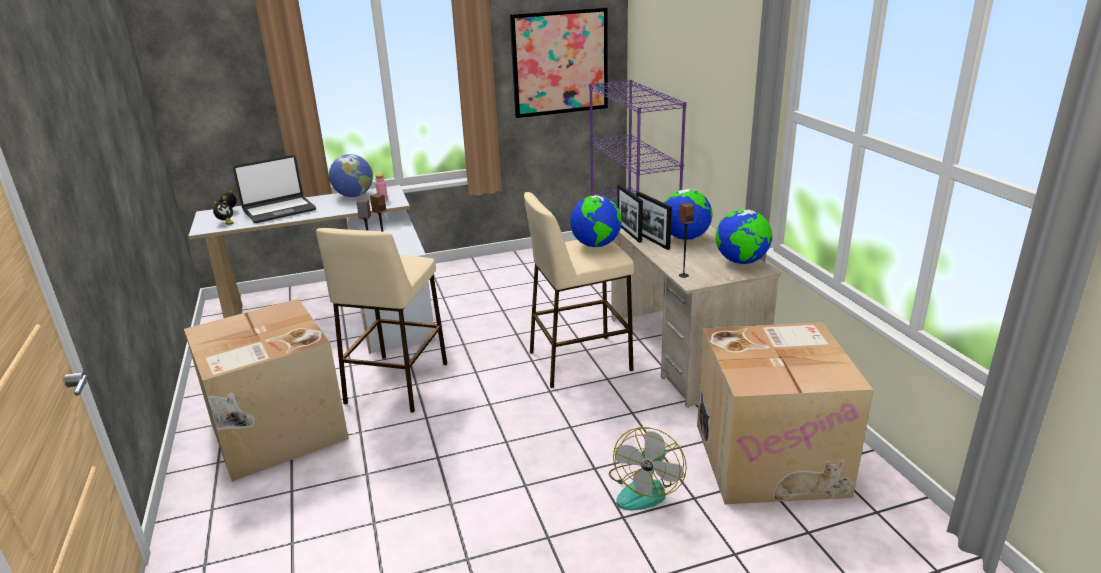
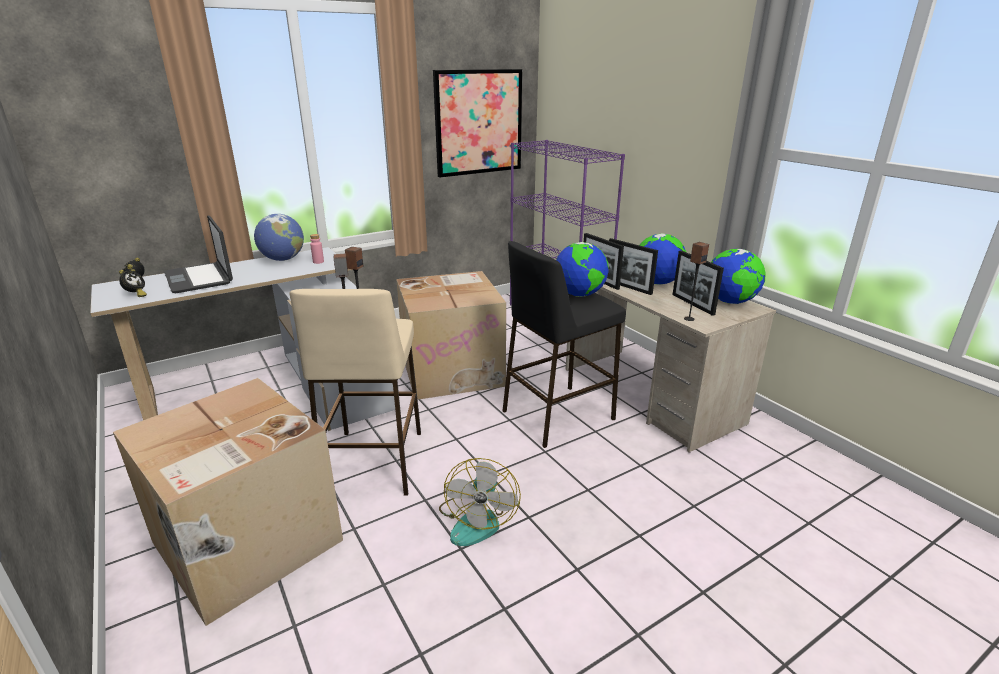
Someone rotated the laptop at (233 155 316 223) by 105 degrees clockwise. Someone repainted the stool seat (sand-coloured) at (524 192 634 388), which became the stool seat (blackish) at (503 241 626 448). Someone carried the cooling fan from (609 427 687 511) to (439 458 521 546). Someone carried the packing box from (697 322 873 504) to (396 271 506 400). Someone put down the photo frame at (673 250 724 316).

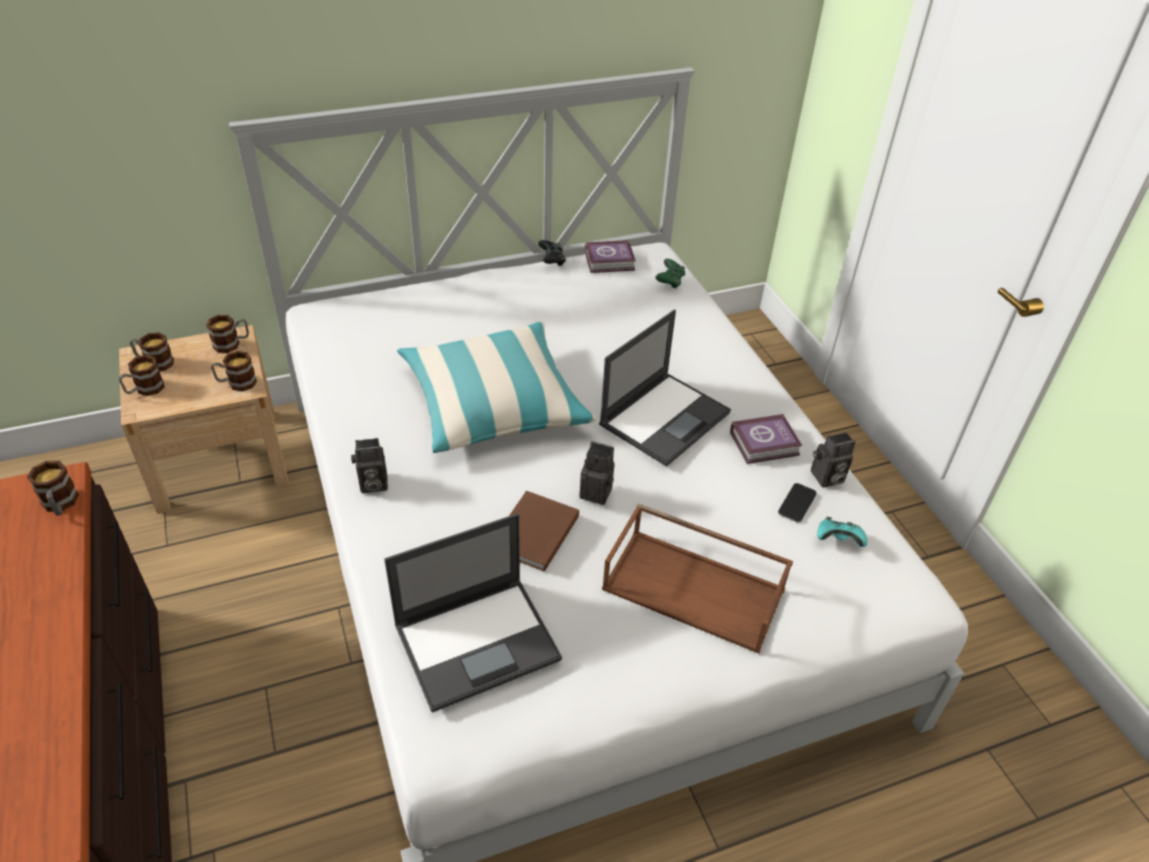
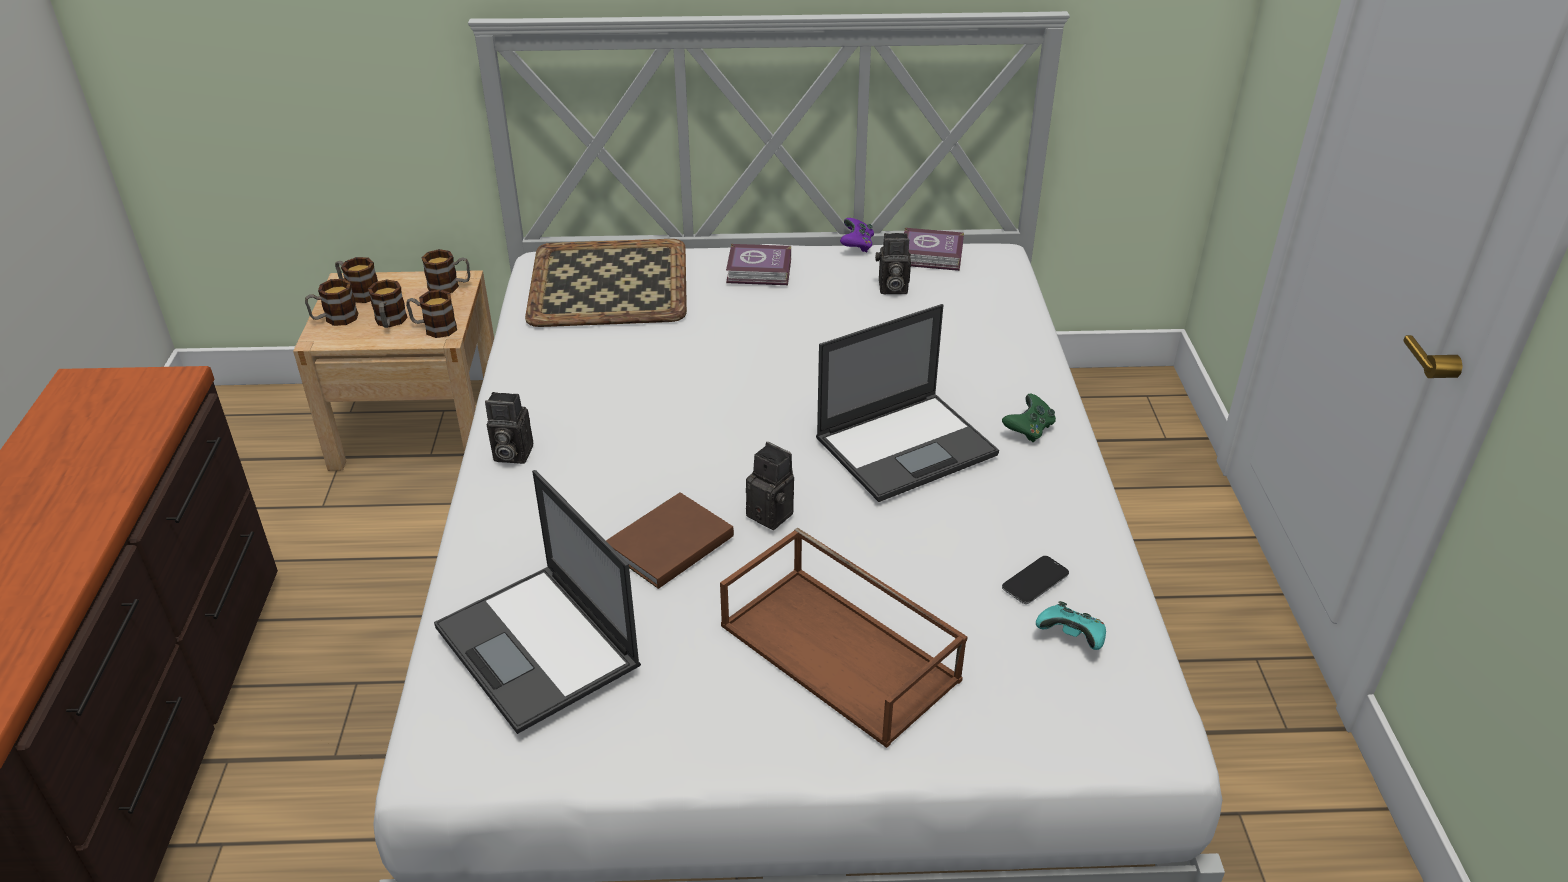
Someone carried the mug from (27 461 79 516) to (368 279 408 328). Someone rotated the laptop at (384 513 562 713) by 60 degrees clockwise. Someone took away the throw pillow at (397 322 597 453). Someone repainted the joypad (blackish) at (538 240 566 266), which became the joypad (purplish) at (840 218 874 253). Someone carried the joypad (greenish) from (655 259 685 289) to (1002 393 1056 442). Someone carried the book from (730 414 802 464) to (726 244 791 285). Someone carried the still camera from (811 432 856 487) to (875 233 911 294). Someone put down the tray at (525 239 687 327).

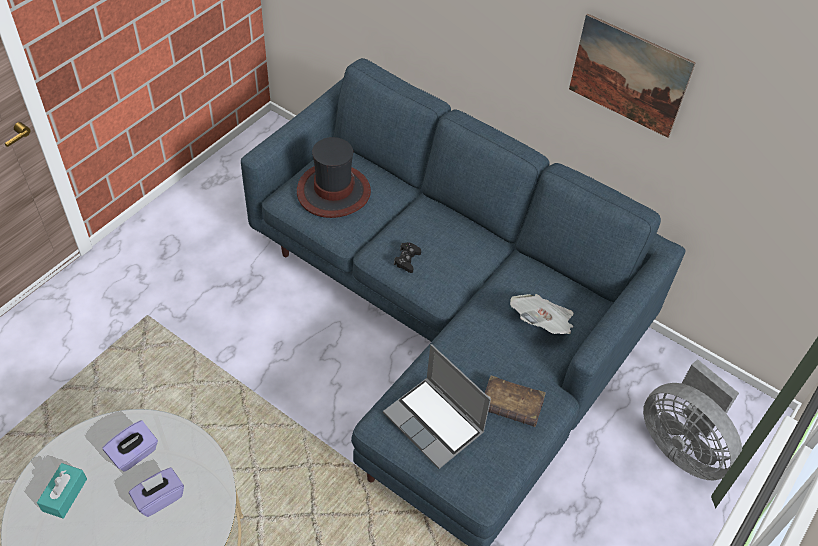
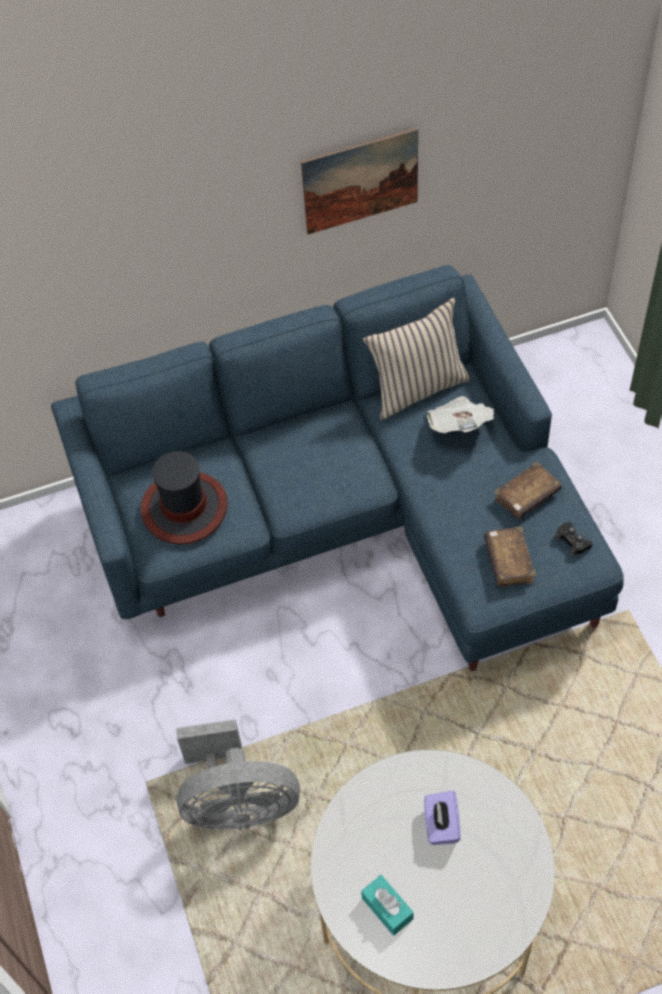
Someone took away the box of tissues (purplish) at (103 420 158 472). Someone swapped the laptop at (383 344 491 469) for the book (brown) at (484 527 536 587). Someone carried the joypad (blackish) from (394 242 421 273) to (555 522 593 556). Someone carried the cooling fan (gray) from (643 359 742 481) to (176 719 300 830). Someone put down the throw pillow (sand-coloured) at (363 297 470 420).

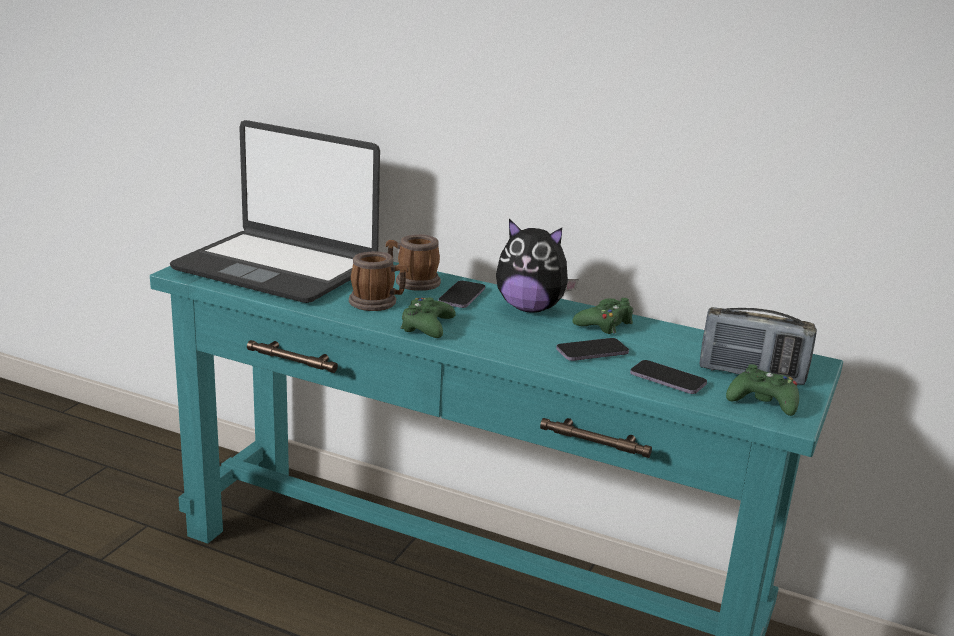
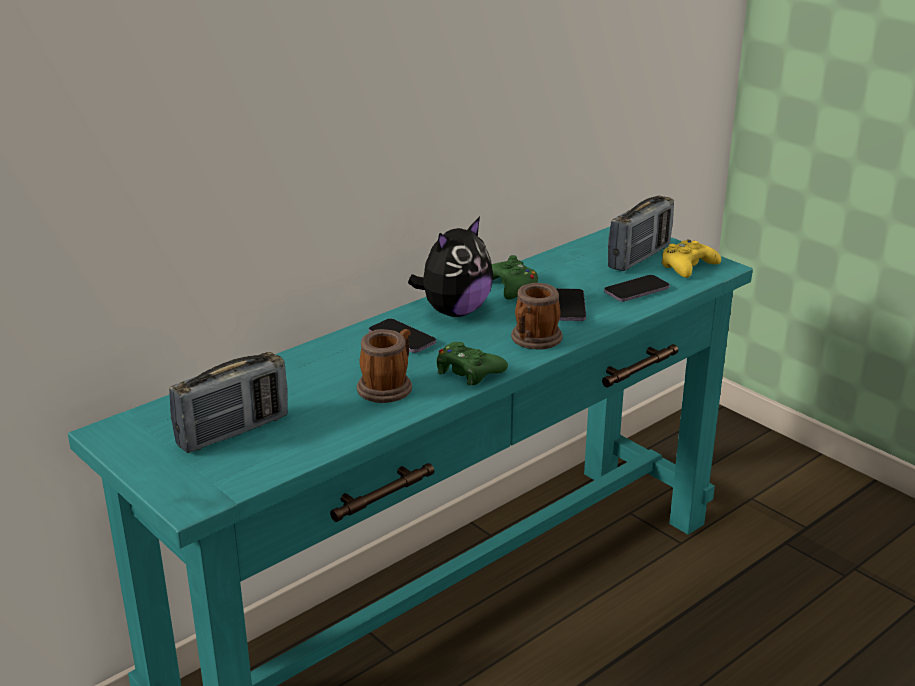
Someone swapped the laptop at (170 120 380 303) for the radio at (169 352 288 453). Someone carried the mug from (386 234 441 291) to (511 283 563 350). Someone repainted the joypad (greenish) at (726 364 799 416), which became the joypad (yellowish) at (662 239 721 278).

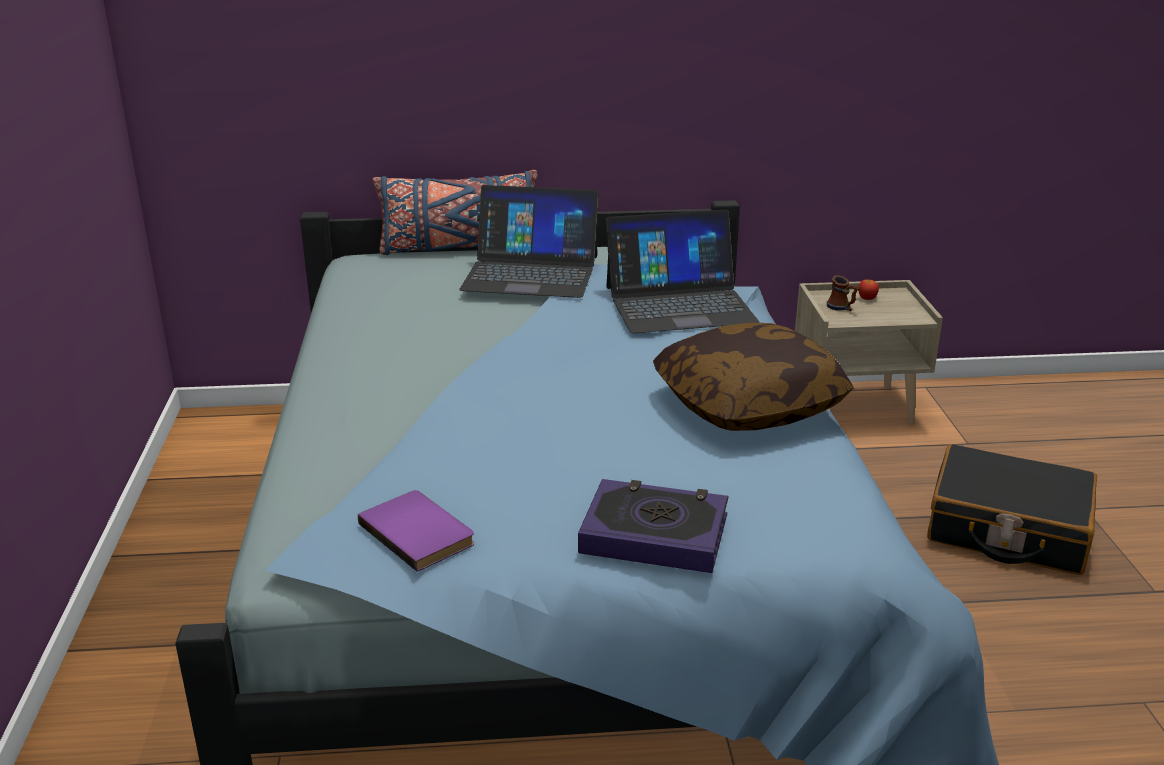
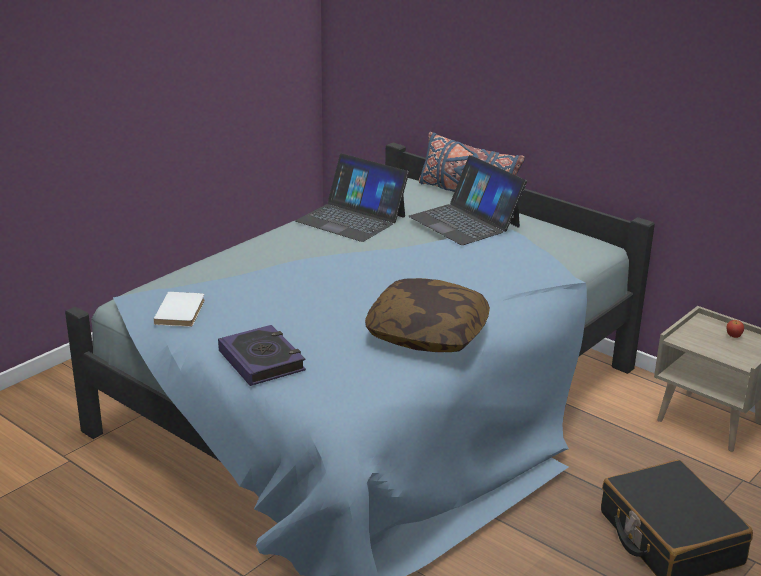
Someone repainted the book (purplish) at (358 490 474 572), which became the book (whitish) at (153 292 205 327). Someone carried the laptop from (606 209 759 333) to (295 153 409 242). Someone took away the mug at (827 275 861 311).

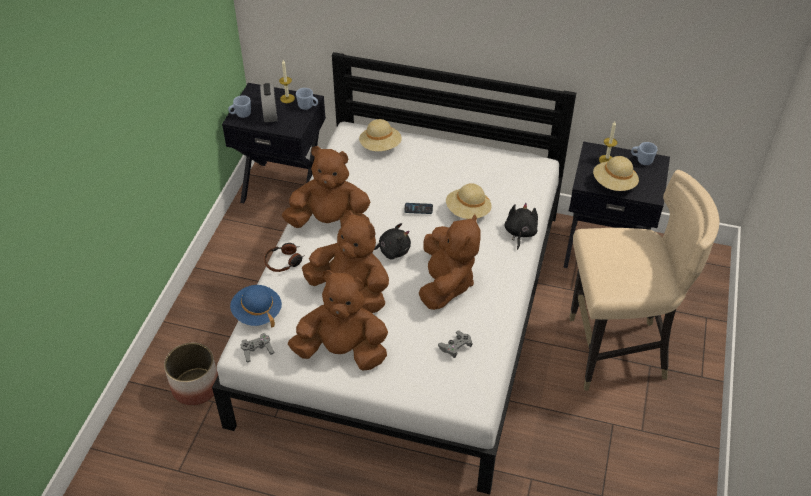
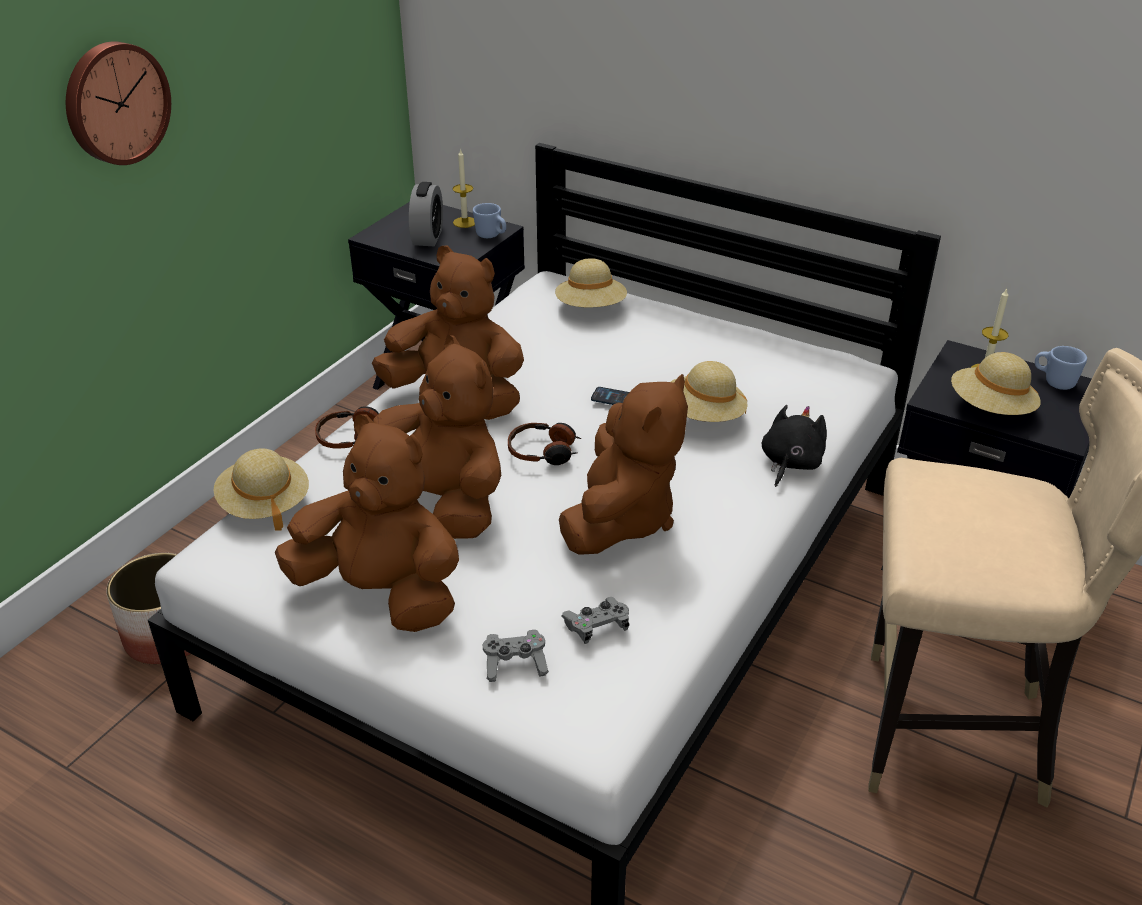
Someone took away the mug (blue) at (228 95 251 118). Someone repainted the hat (blue) at (230 285 282 328), which became the hat (sand-coloured) at (214 448 309 531). Someone carried the joypad (gray) from (241 333 274 363) to (483 630 549 682). Someone swapped the cuddly toy (blackish) at (374 223 411 260) for the headphones at (508 423 581 465). Someone put up the wall clock at (66 41 171 165).

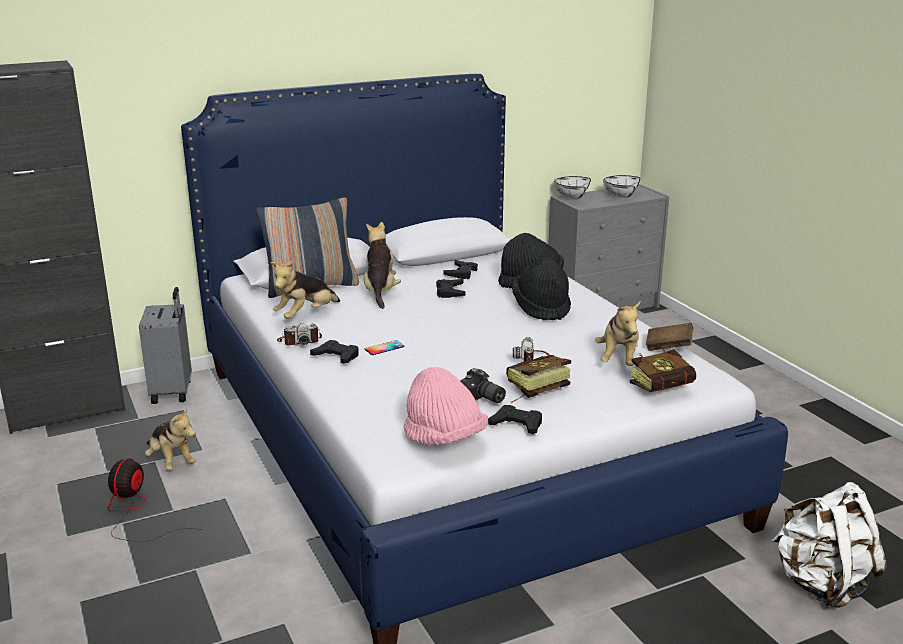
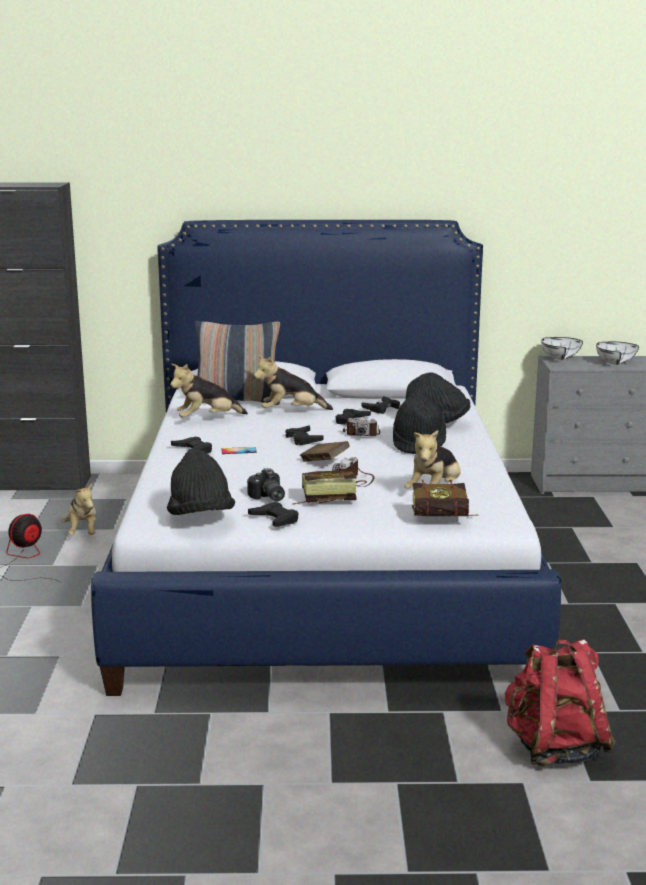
Someone took away the piece of luggage (gray) at (139 287 192 404). Someone carried the still camera from (277 323 322 345) to (343 417 380 436). Someone rotated the cuddly toy at (363 222 401 309) by 120 degrees counterclockwise. Someone repainted the hat (pinkish) at (404 367 488 445), which became the hat (blackish) at (167 449 235 515). Someone carried the book (brown) from (646 323 693 351) to (300 441 350 462). Someone repainted the knapsack (whitish) at (772 482 887 609), which became the knapsack (red-coloured) at (505 639 615 766). Someone put down the joypad (blackish) at (286 425 324 445).

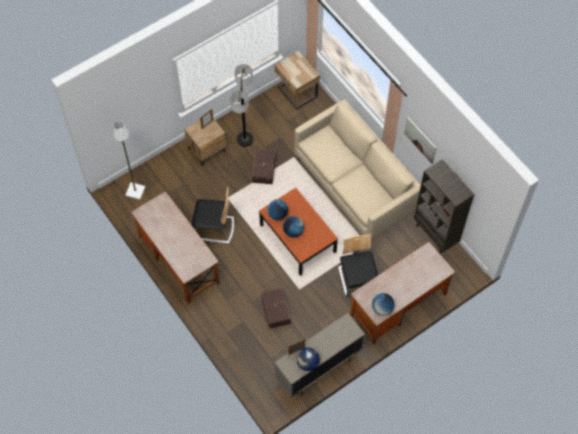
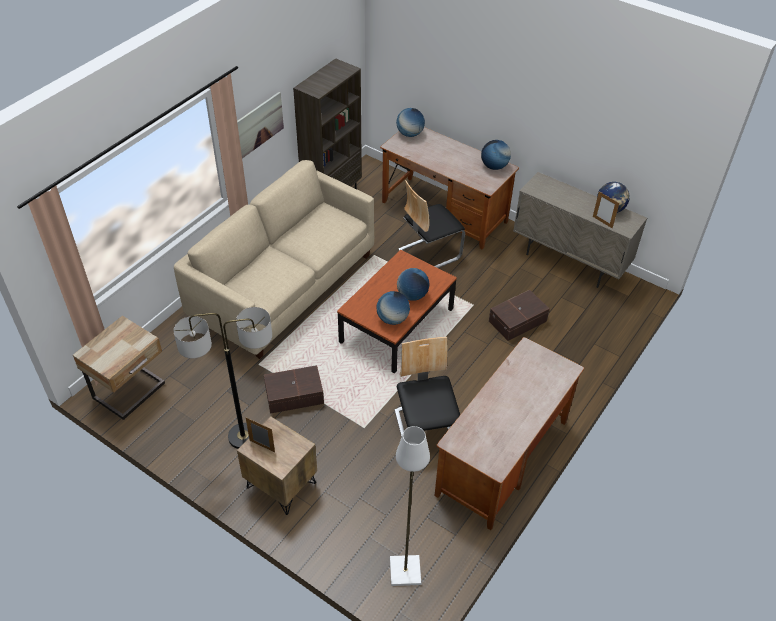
Someone put down the globe at (396 108 425 137).

